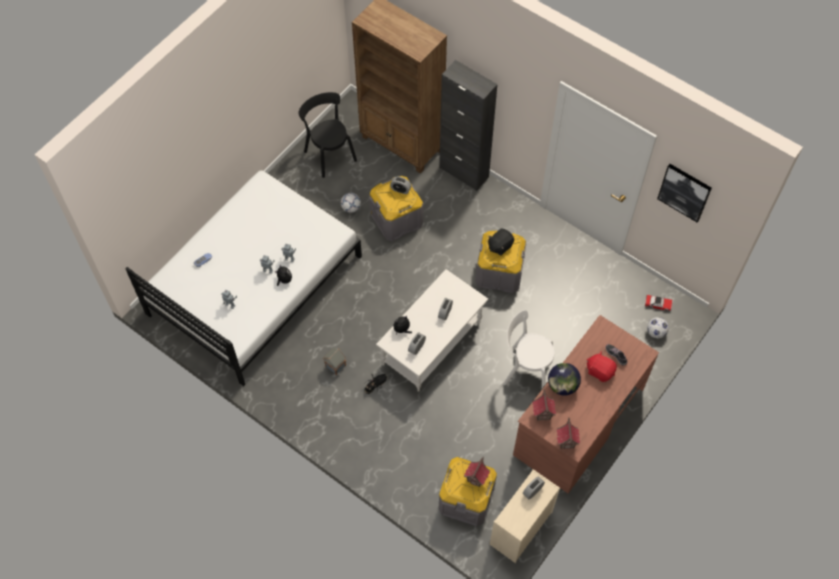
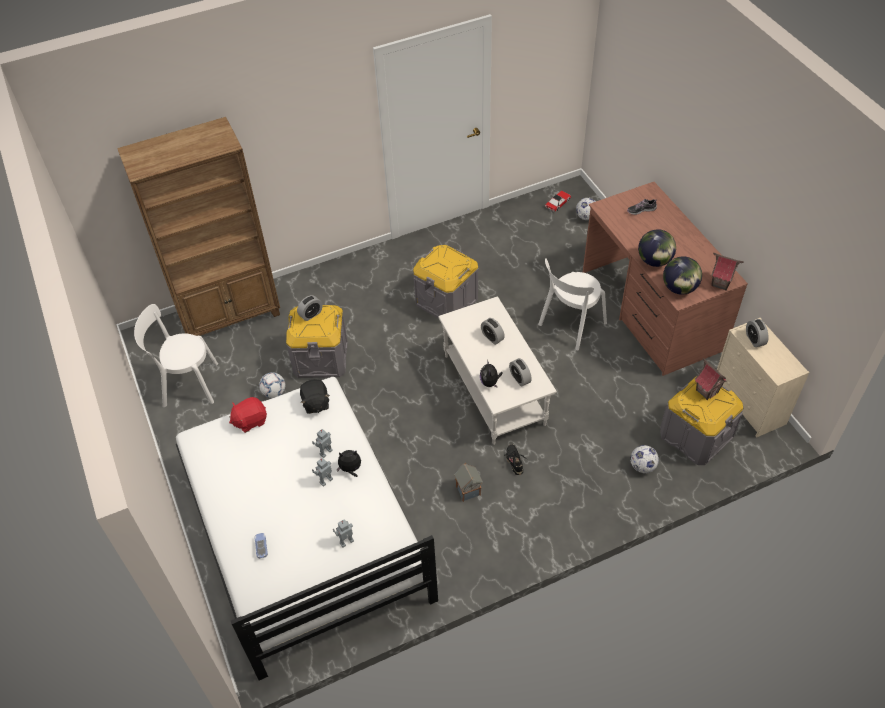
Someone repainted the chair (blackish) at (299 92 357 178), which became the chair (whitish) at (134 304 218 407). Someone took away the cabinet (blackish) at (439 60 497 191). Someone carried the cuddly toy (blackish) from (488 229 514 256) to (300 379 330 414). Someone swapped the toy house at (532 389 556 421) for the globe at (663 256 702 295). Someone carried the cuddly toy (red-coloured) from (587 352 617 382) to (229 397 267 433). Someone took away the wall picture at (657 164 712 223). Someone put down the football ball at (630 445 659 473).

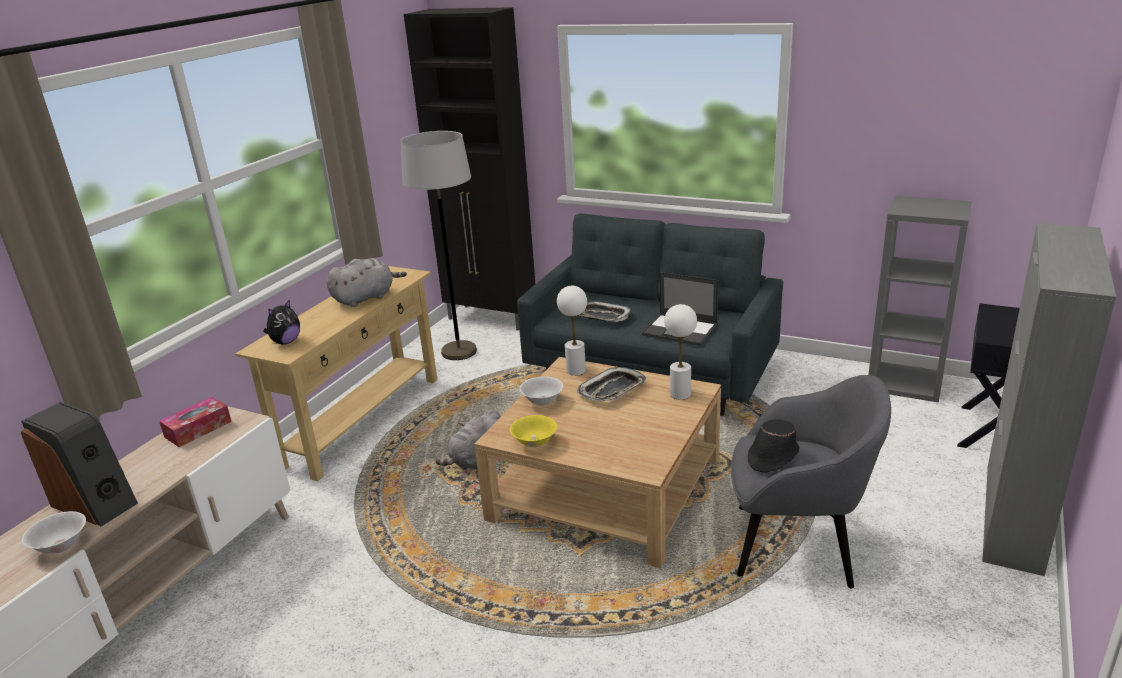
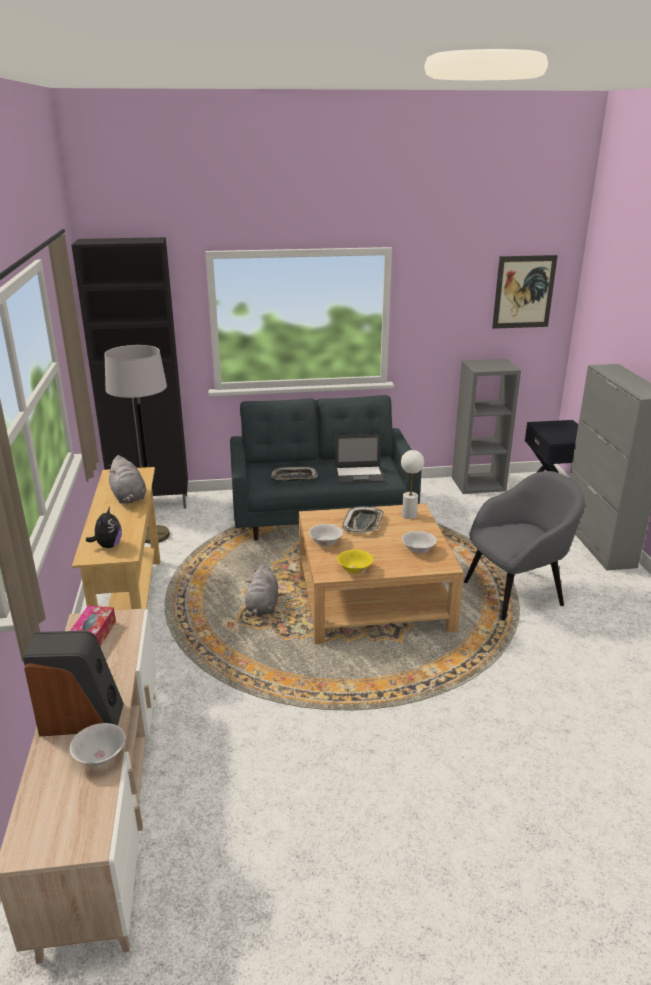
Someone rotated the cuddly toy (gray) at (326 258 407 307) by 135 degrees clockwise. Someone took away the lamp for a table (whitish) at (557 286 587 376). Someone took away the hat (blackish) at (748 419 800 473). Someone put down the bowl (whitish) at (402 531 437 554). Someone put up the wall picture at (492 255 558 329).

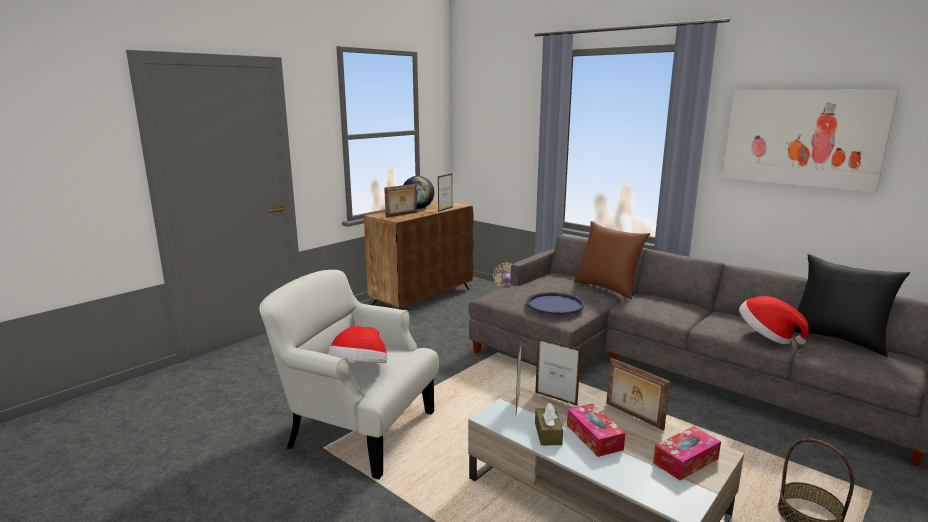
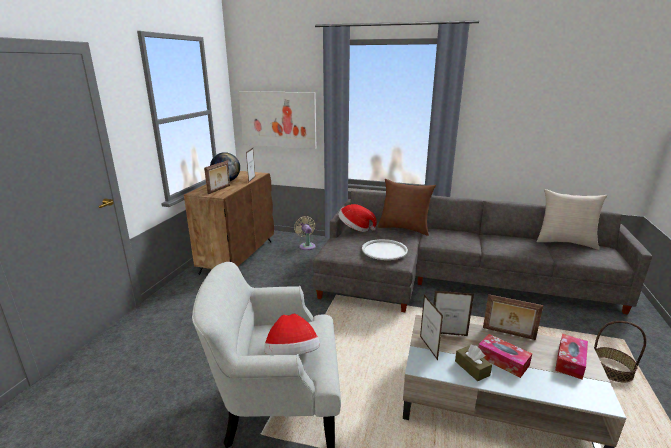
Someone repainted the tray (blue) at (526 292 585 315), which became the tray (whitish) at (362 239 408 260). Someone carried the wall picture from (722 90 899 192) to (238 91 316 149). Someone carried the hat from (739 296 809 345) to (338 204 377 232). Someone repainted the throw pillow (blackish) at (794 254 910 357), which became the throw pillow (sand-coloured) at (537 189 607 250).

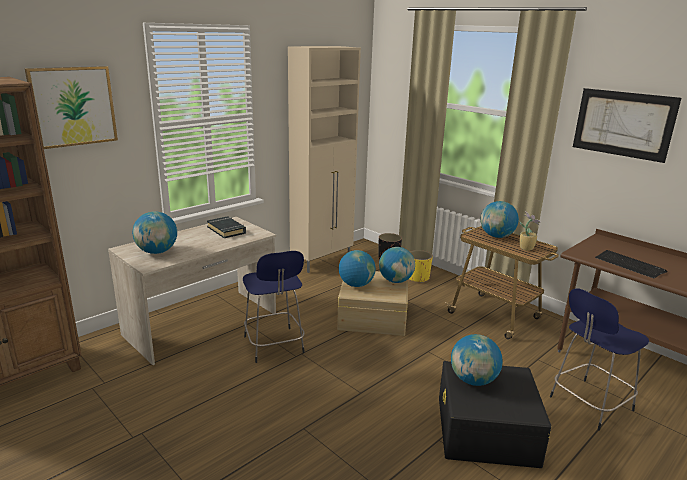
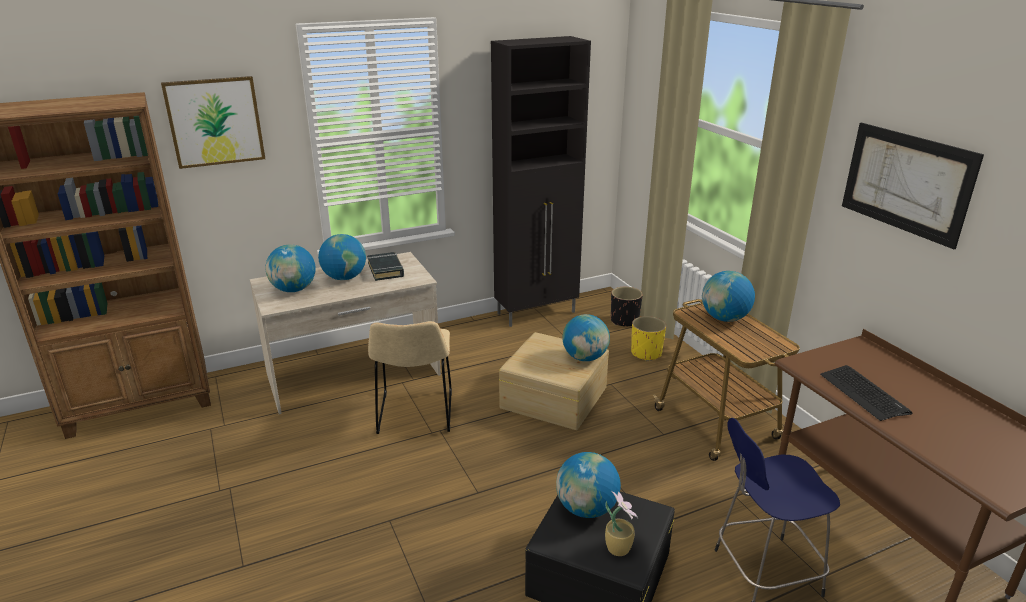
Someone swapped the stool seat (blue) at (243 251 305 363) for the chair (sand-coloured) at (368 321 452 434). Someone repainted the cabinet (sand-coloured) at (288 46 361 273), which became the cabinet (blackish) at (491 36 591 327). Someone carried the globe from (339 250 376 287) to (318 234 366 280). Someone carried the plant in a pot from (519 212 540 251) to (605 491 638 556).

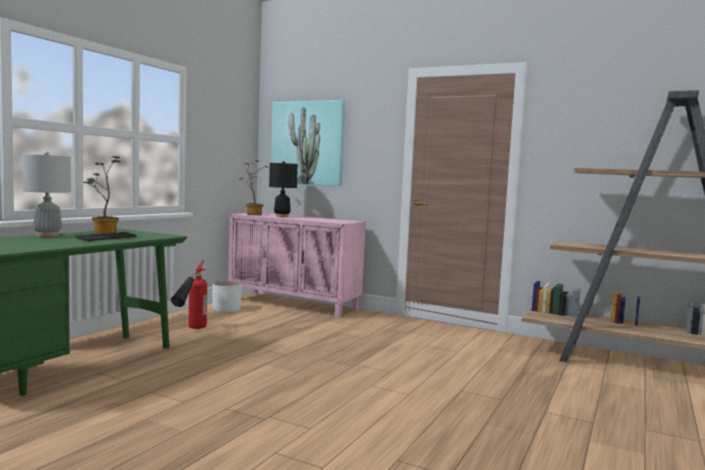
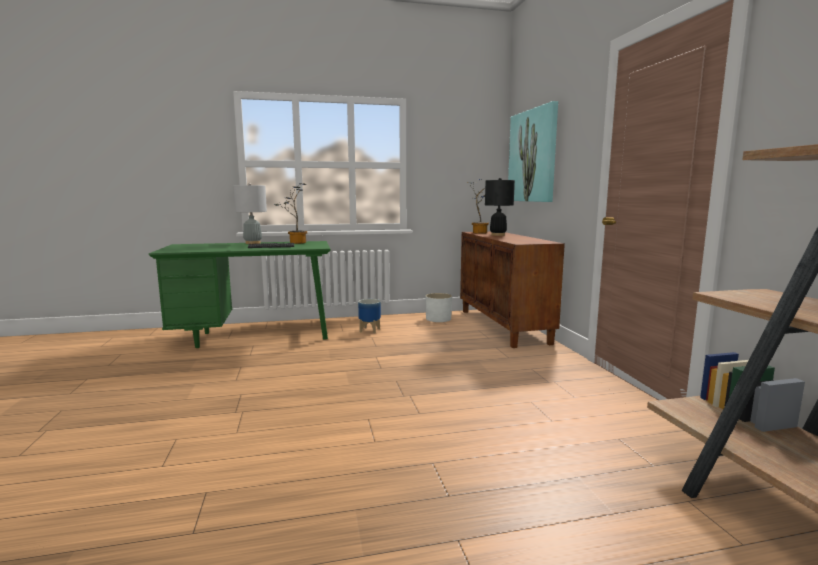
Someone swapped the extinguisher at (171 260 207 329) for the flower pot at (358 299 381 333). Someone repainted the cabinet (pinkish) at (228 213 366 318), which became the cabinet (brown) at (460 231 565 348).

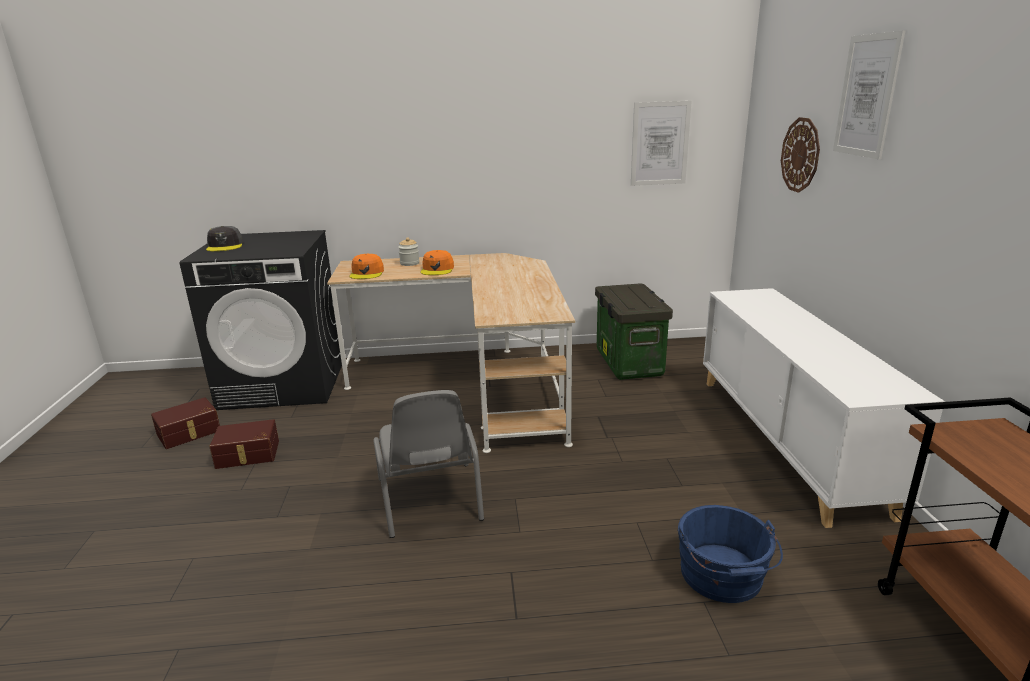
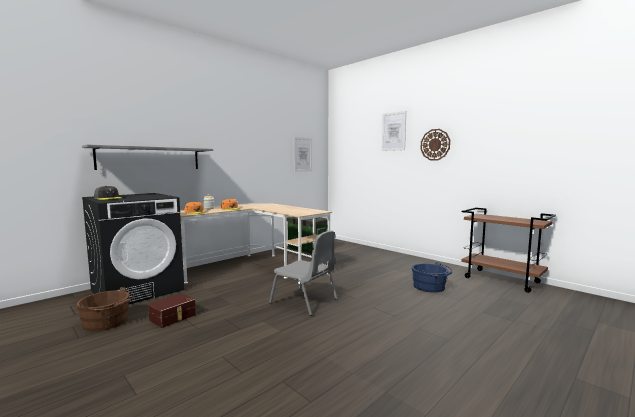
Someone swapped the storage container (brown) at (151 397 220 449) for the water bucket (brown) at (76 287 135 331). Someone took away the cabinet (whitish) at (703 288 945 528). Someone carried the wall clock from (781 117 820 193) to (420 129 450 160). Someone put up the wall shelf (gray) at (82 145 213 170).

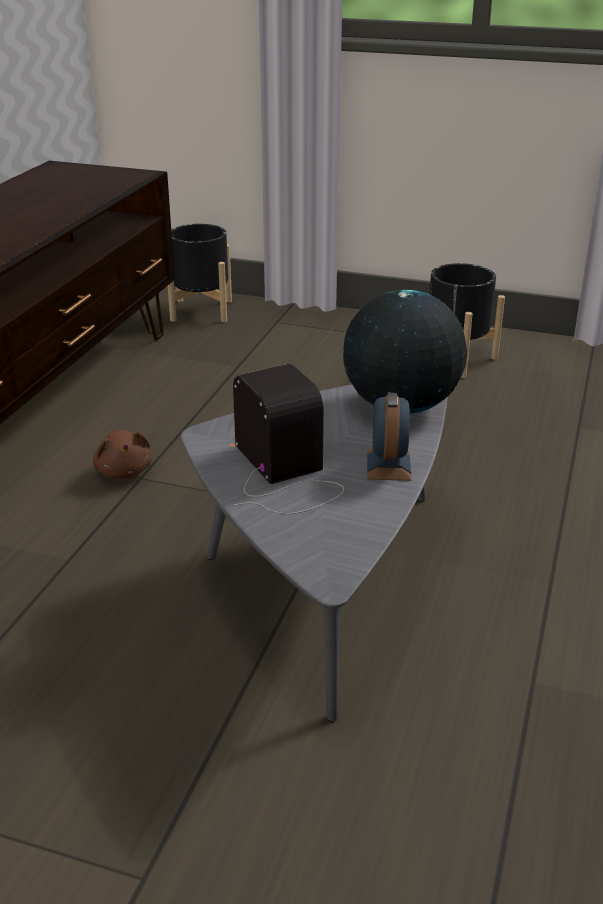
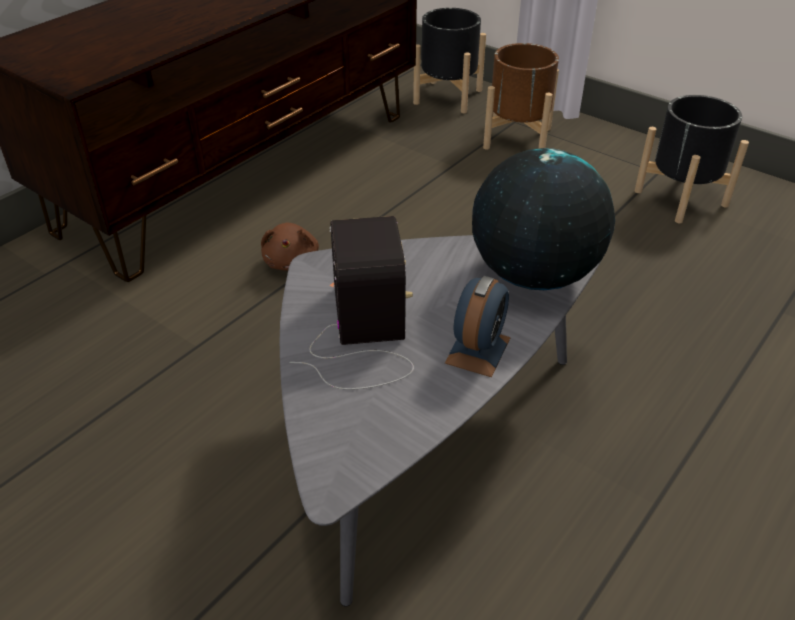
Someone put down the flower pot (brown) at (483 43 559 150).

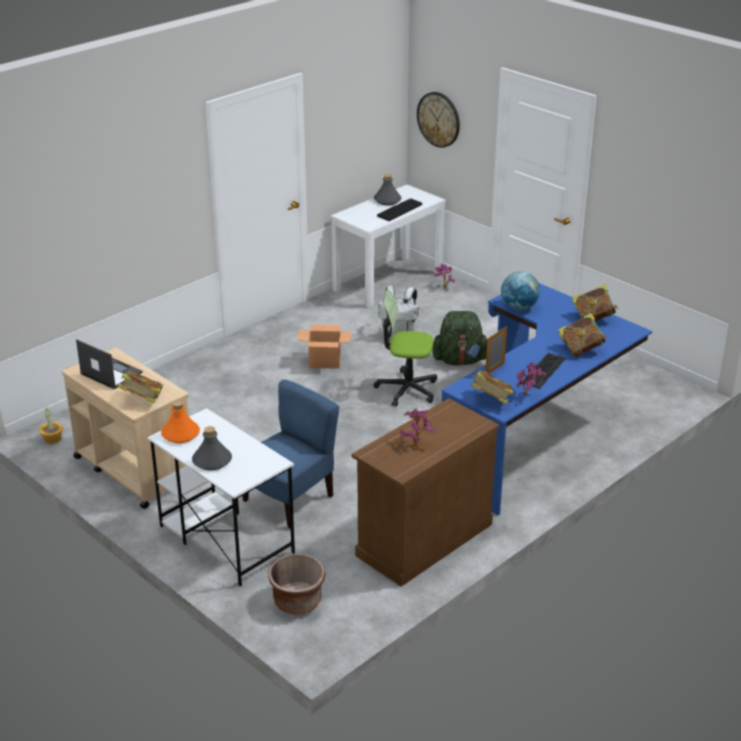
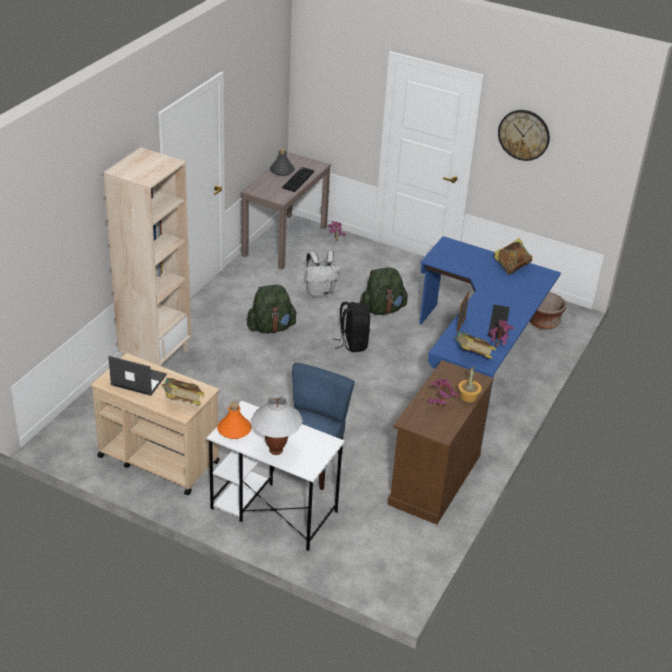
Someone carried the plant in a pot from (39 407 63 444) to (458 367 481 402). Someone swapped the bottle (gray) at (192 426 232 471) for the lamp for a table (whitish) at (251 395 303 455). Someone carried the flower pot (brown) from (268 554 326 615) to (530 292 566 330). Someone swapped the packing box at (298 324 351 369) for the knapsack (greenish) at (247 284 297 334). Someone repainted the narrow table (whitish) at (331 185 446 308), which became the narrow table (brown) at (241 152 331 270). Someone swapped the desk chair at (373 289 437 407) for the knapsack (blackish) at (333 301 370 352). Someone carried the wall clock from (417 92 460 148) to (498 110 550 161). Someone took away the globe at (501 271 540 310). Someone took away the book at (558 313 607 357). Someone put down the bookcase (sand-coloured) at (103 147 192 366).

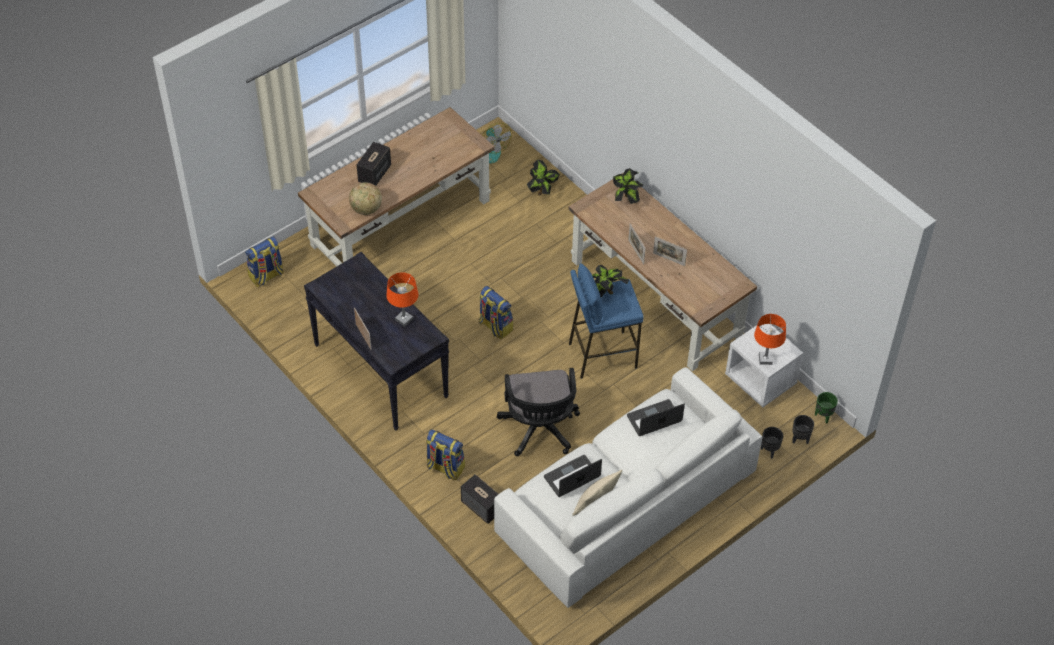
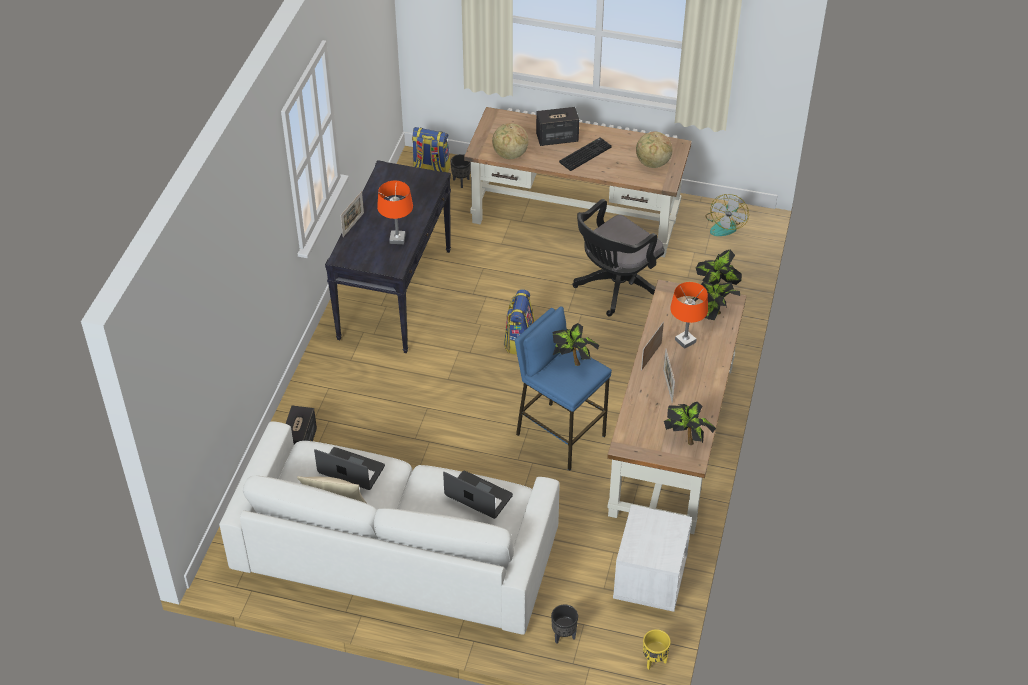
Someone took away the knapsack at (426 429 465 480). Someone carried the desk chair (blackish) from (497 368 580 456) to (572 199 664 317). Someone carried the lamp for a table (orangey) from (754 314 786 365) to (670 282 708 349). Someone carried the flower pot (blackish) from (792 415 814 444) to (451 154 471 188). Someone repainted the flower pot (greenish) at (815 392 838 423), which became the flower pot (yellowish) at (643 629 671 669). Someone put down the PC keyboard at (559 137 612 171). Someone put down the globe at (636 132 672 168). Someone put down the plant in a pot at (664 402 716 445).

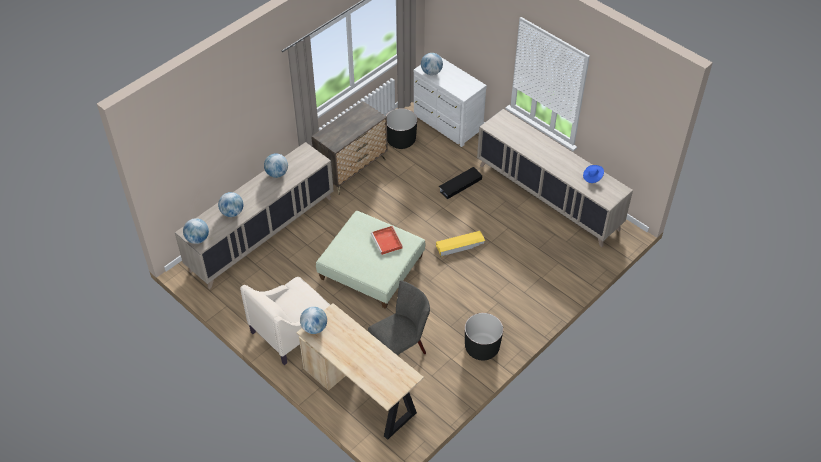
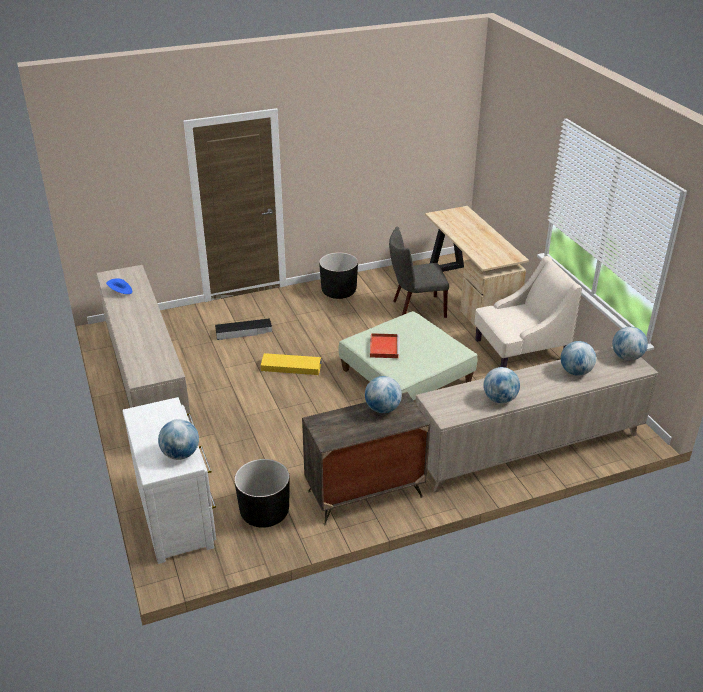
Someone carried the globe from (300 307 327 334) to (365 376 402 413). Someone carried the storage container (blackish) from (439 167 482 199) to (215 318 272 340).

